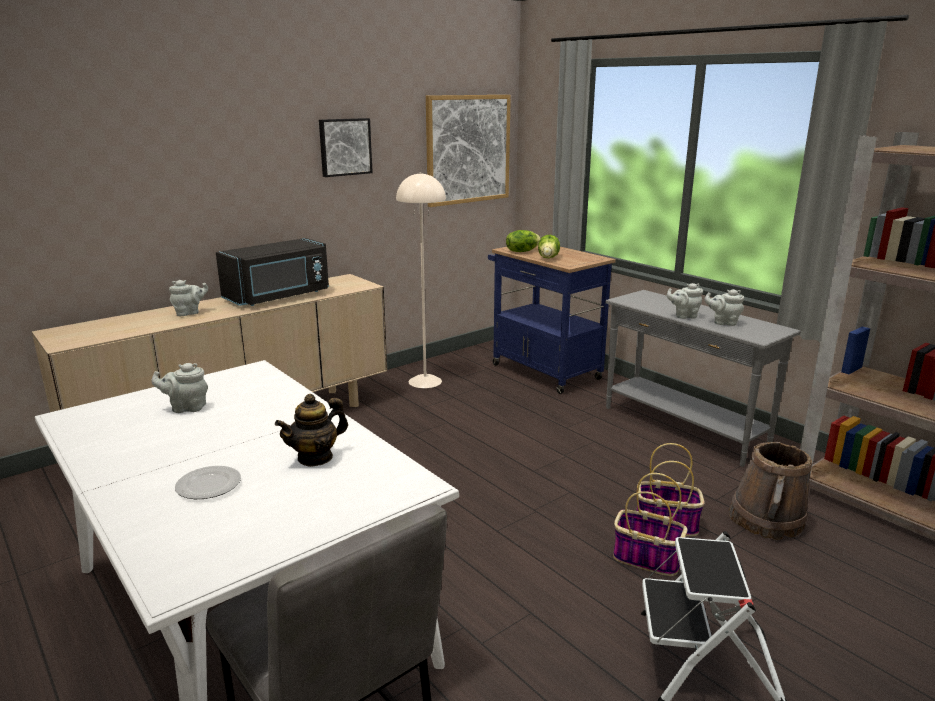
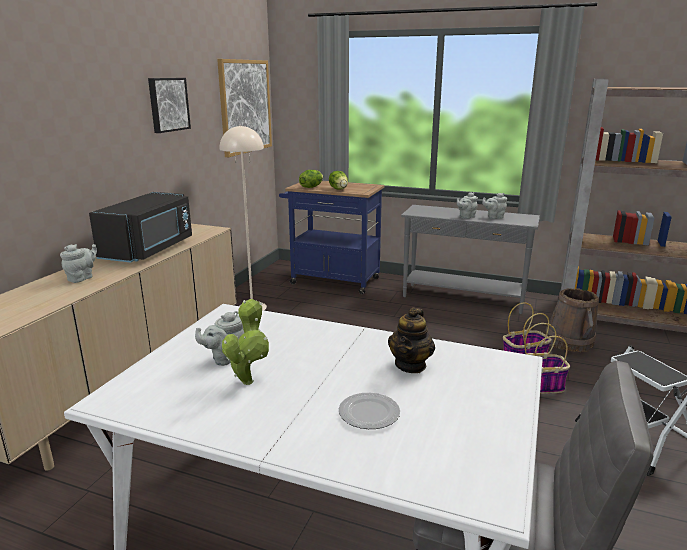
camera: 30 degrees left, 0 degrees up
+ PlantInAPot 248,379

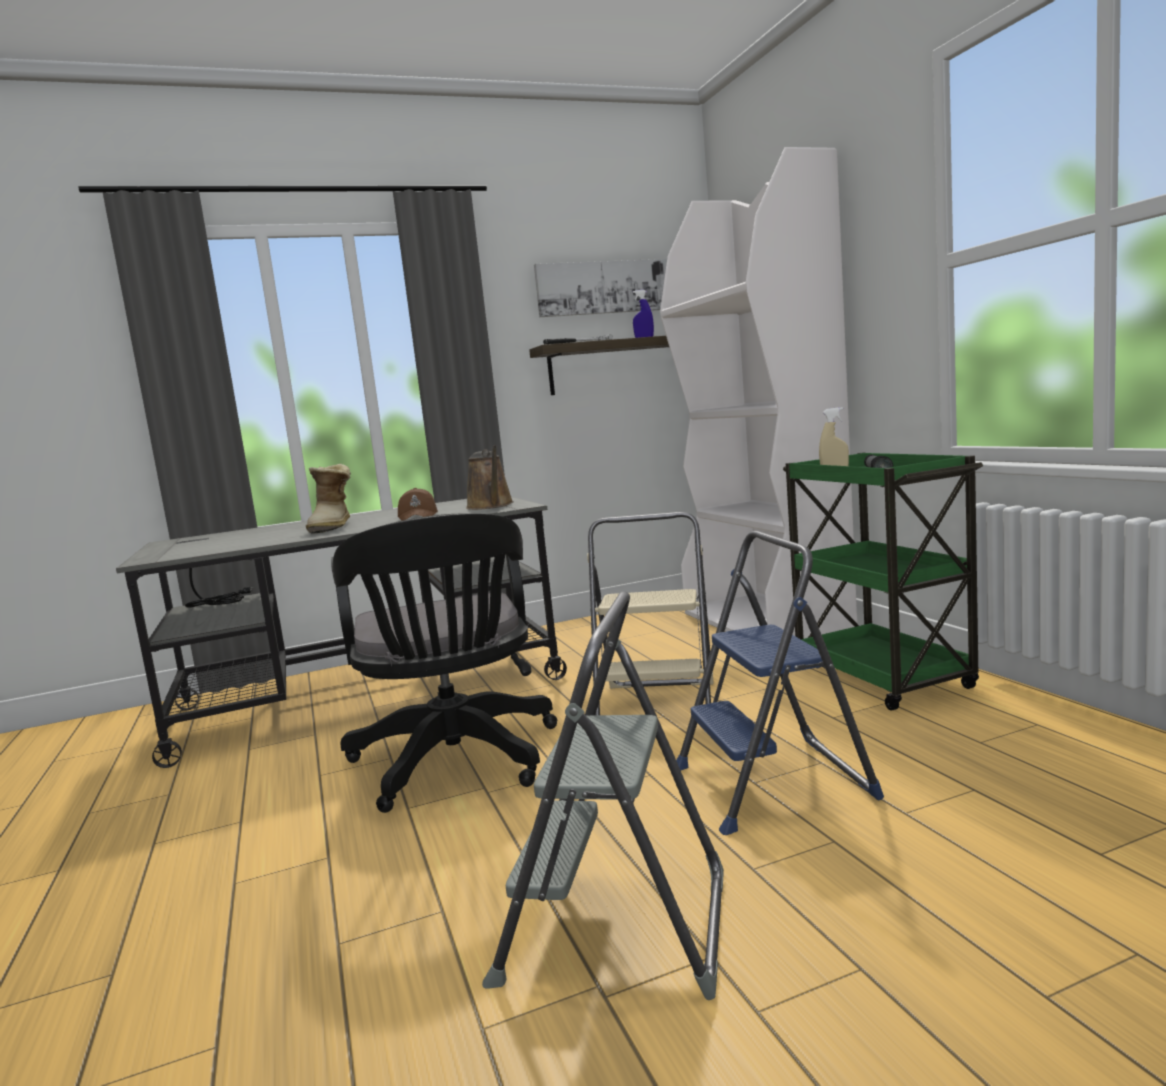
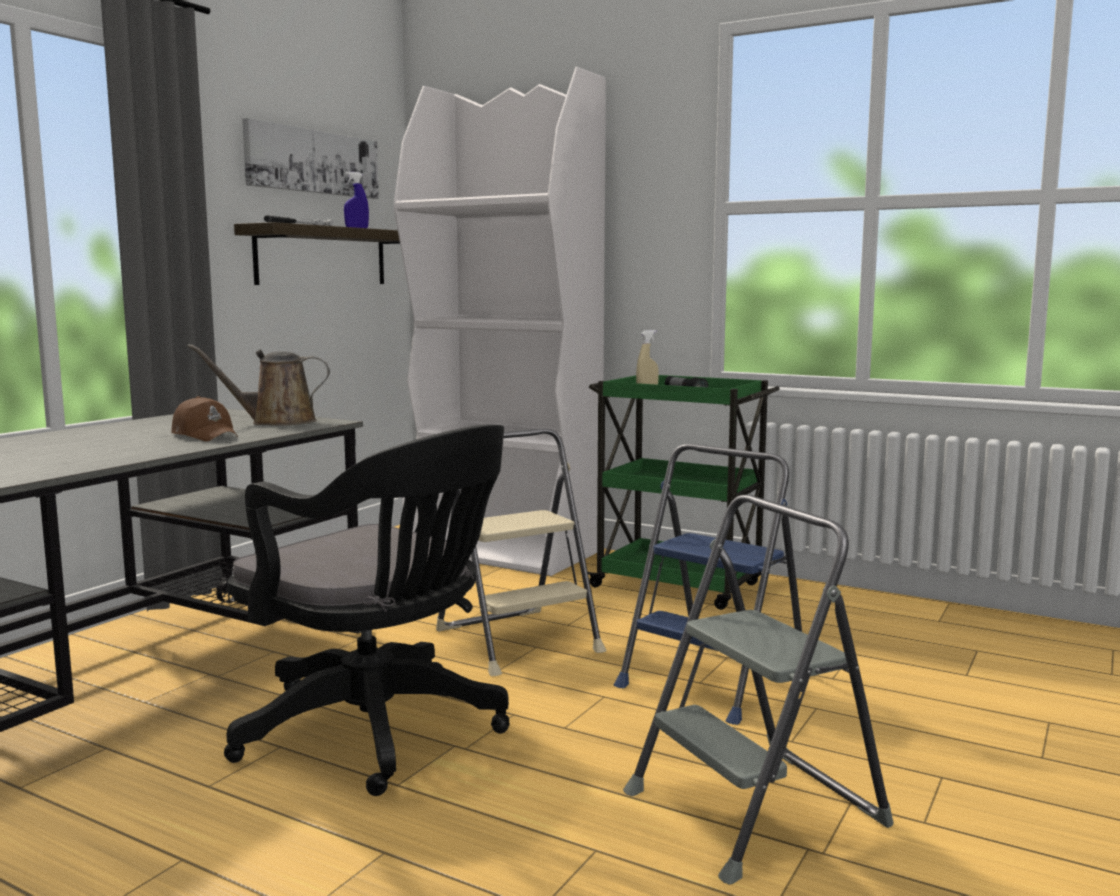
camera: 40 degrees left, 0 degrees up
~ BrownSprinklingCan 491,506 = 276,422 135 degrees clockwise
- TallBoot 334,527

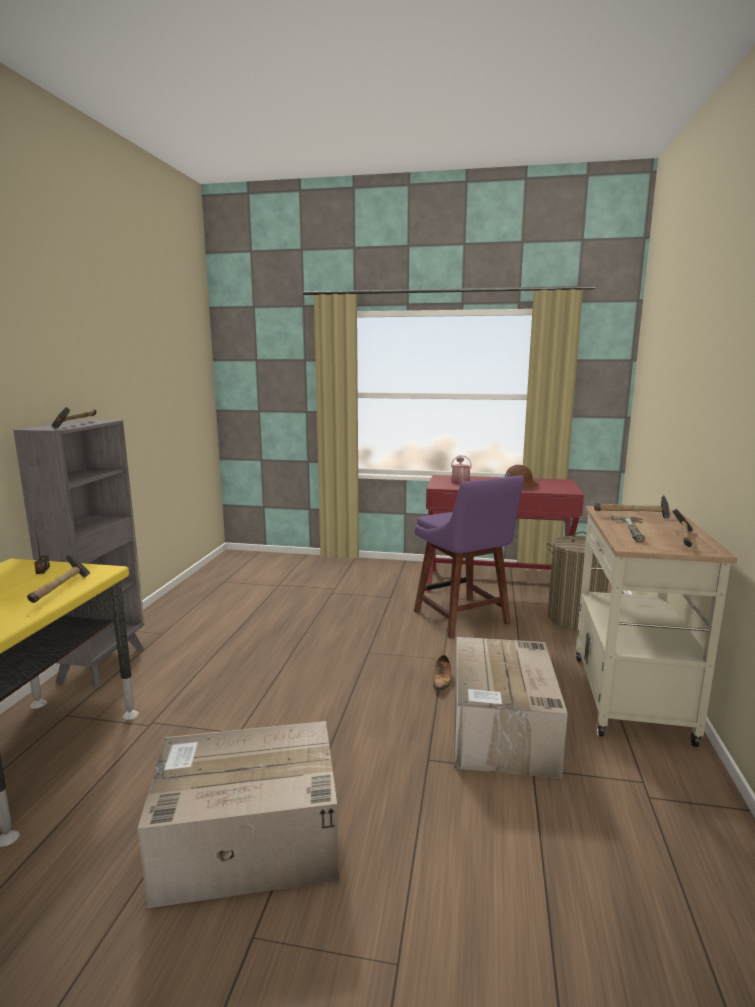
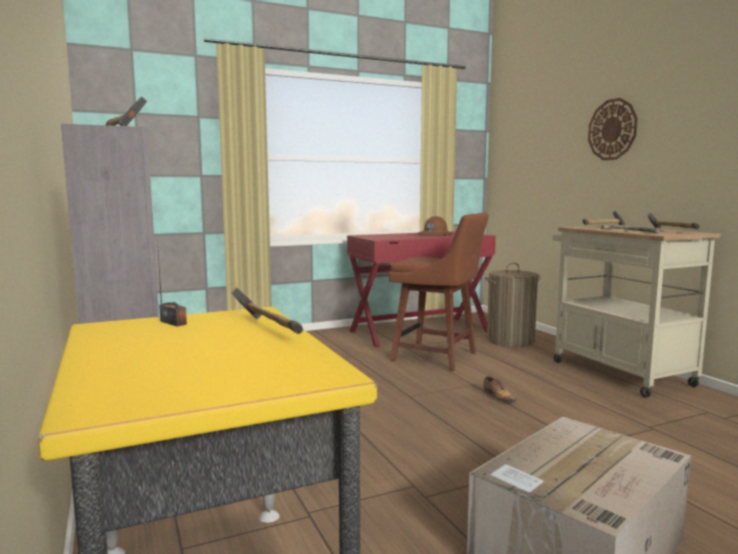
camera: 35 degrees left, 5 degrees down
~ PurplishStoolSeat 463,619 to BrownStoolSeat 438,357
+ ClockOnTheWall 612,129
- SprinklingCan 460,482
- PackingBox 502,729

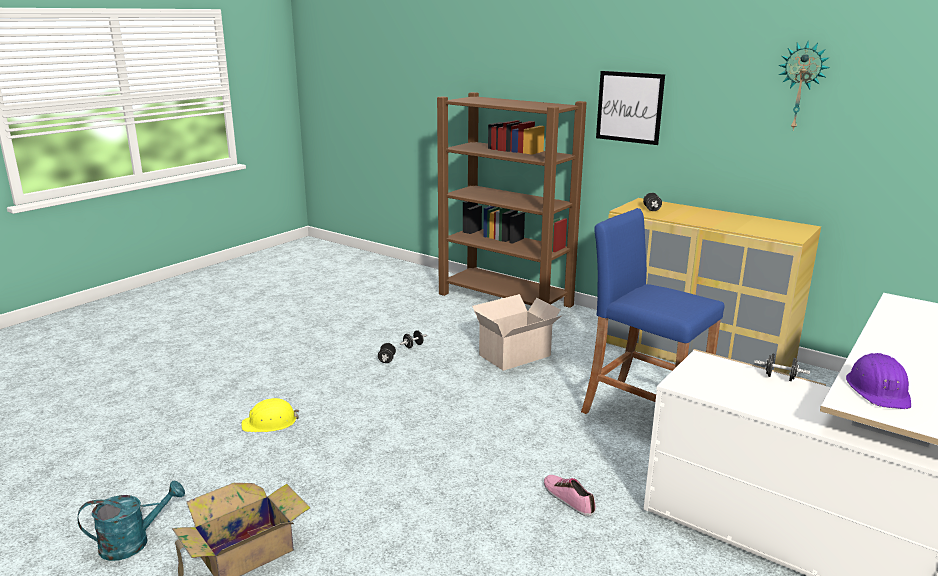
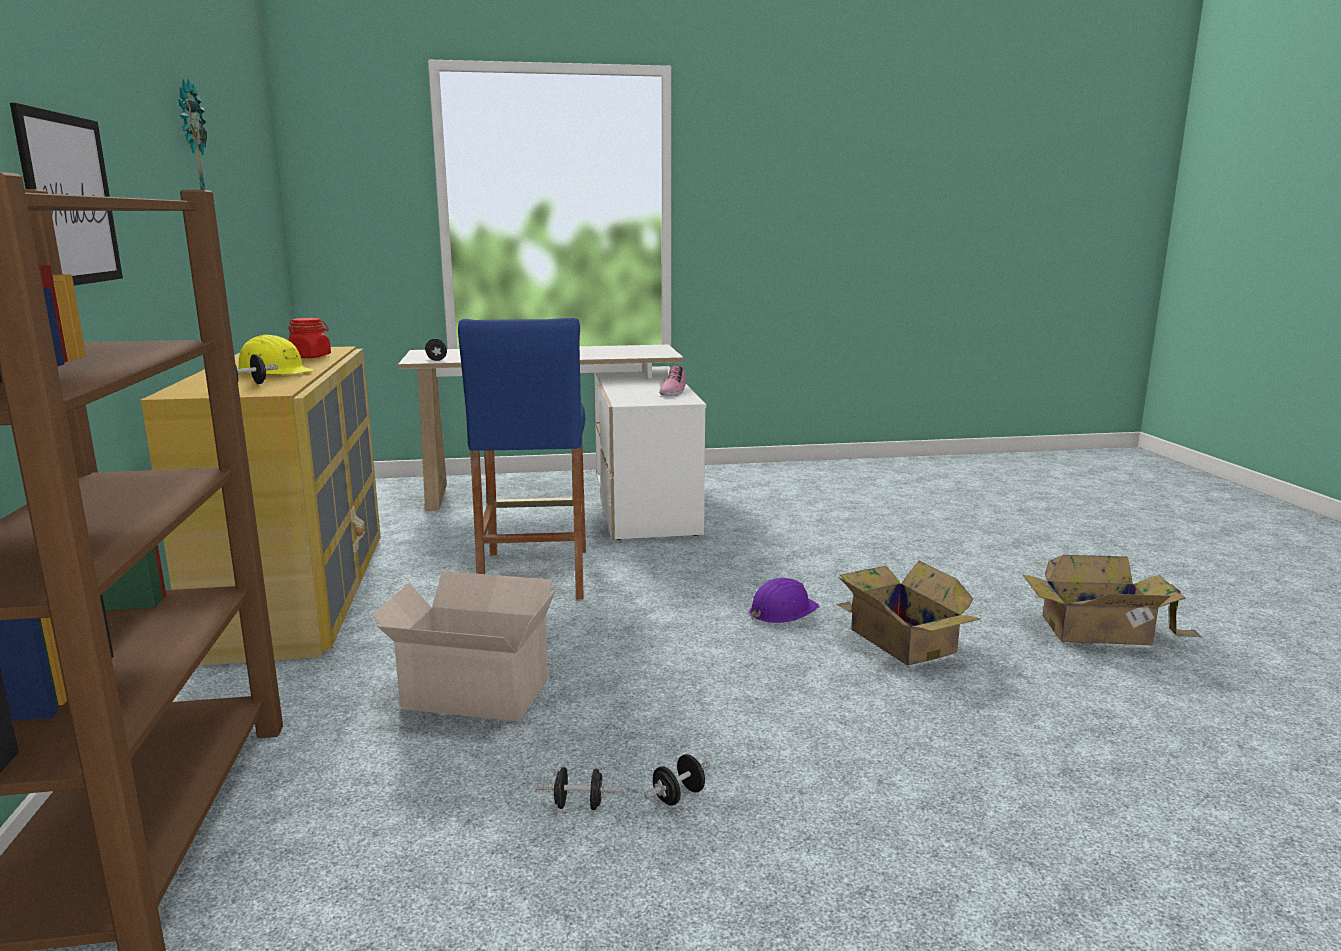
camera: 135 degrees left, 5 degrees down
~ YellowishSafetyHelmet 270,423 to 274,372
+ ReddishJar 311,356
~ BlackColouredDumbbell 779,378 to 436,359
~ LowShoe 568,498 to 673,391
~ PurplishSafetyHelmet 878,390 to 782,611
+ PackingBox 900,639
- TurquoiseColouredSprinklingCan 133,542

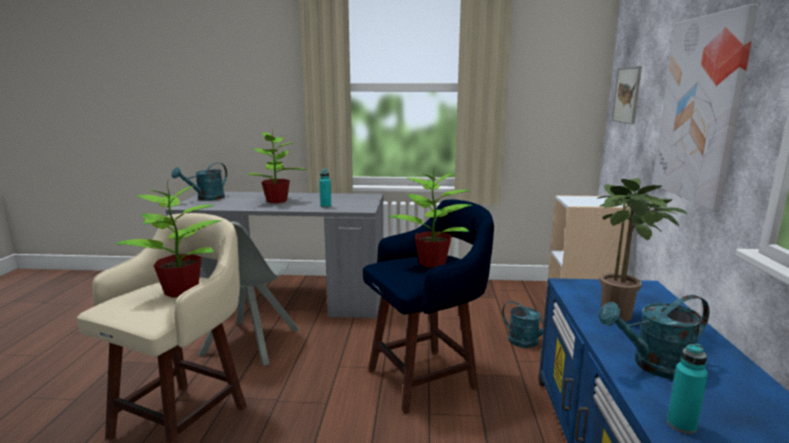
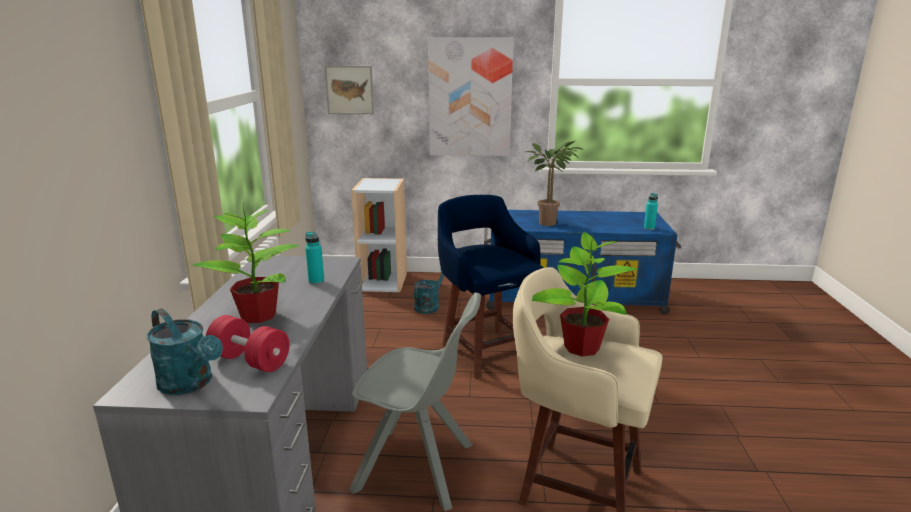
camera: 90 degrees left, 5 degrees up
+ ReddishDumbbell 250,361
- PlantInAPot 433,262
- TurquoiseColouredSprinklingCan 654,366

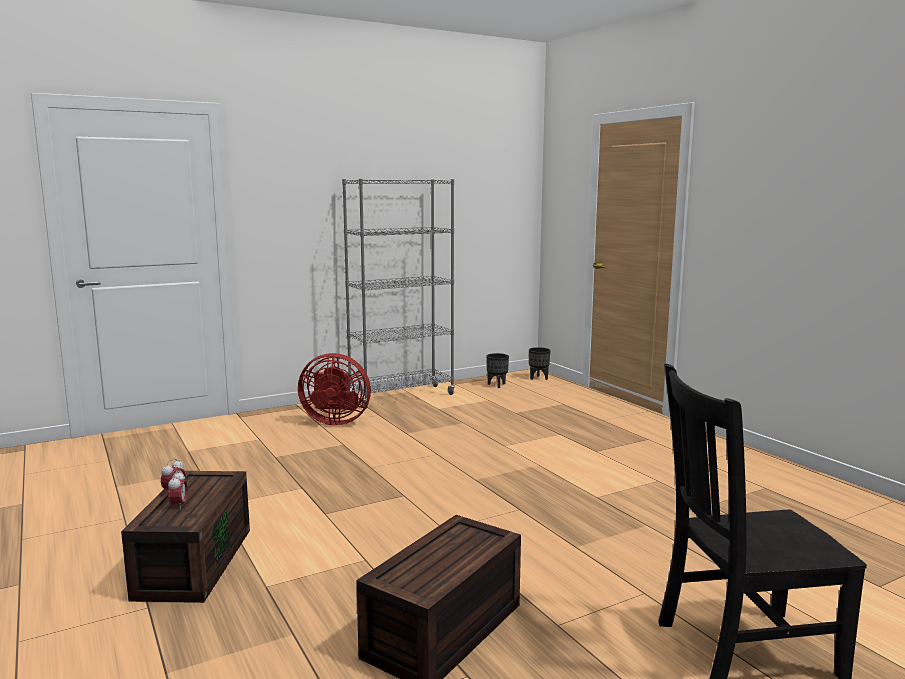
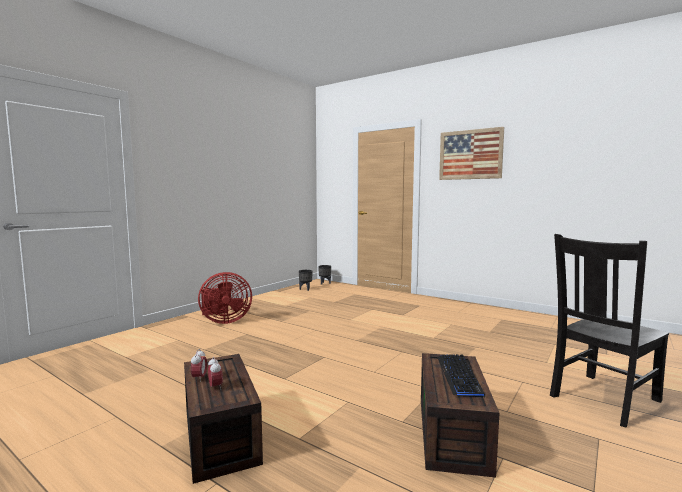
camera: 25 degrees left, 5 degrees down
+ ComputerKeyboard 459,375
+ Picture 470,154
- GrayBookshelf 401,397

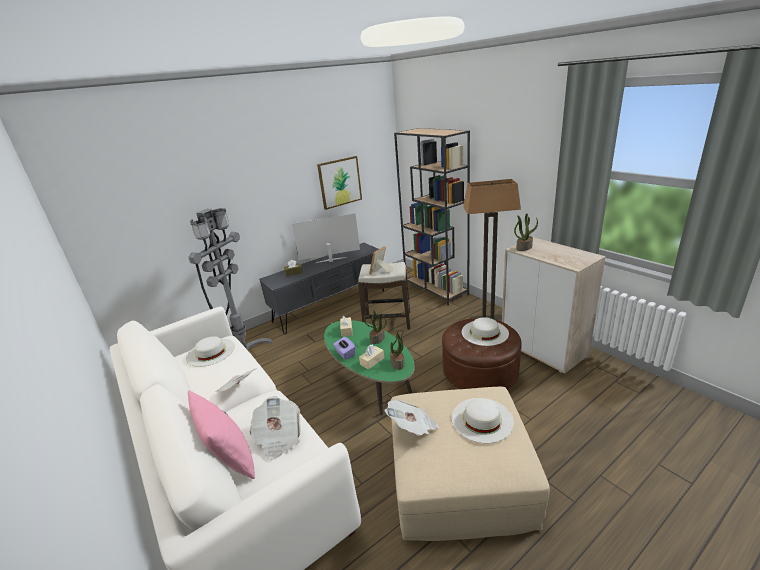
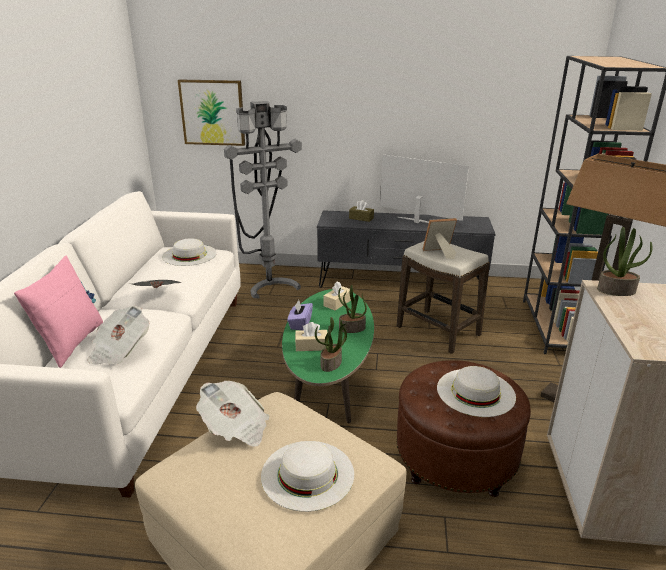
camera: 40 degrees right, 0 degrees up
~ Picture 339,182 to 212,112

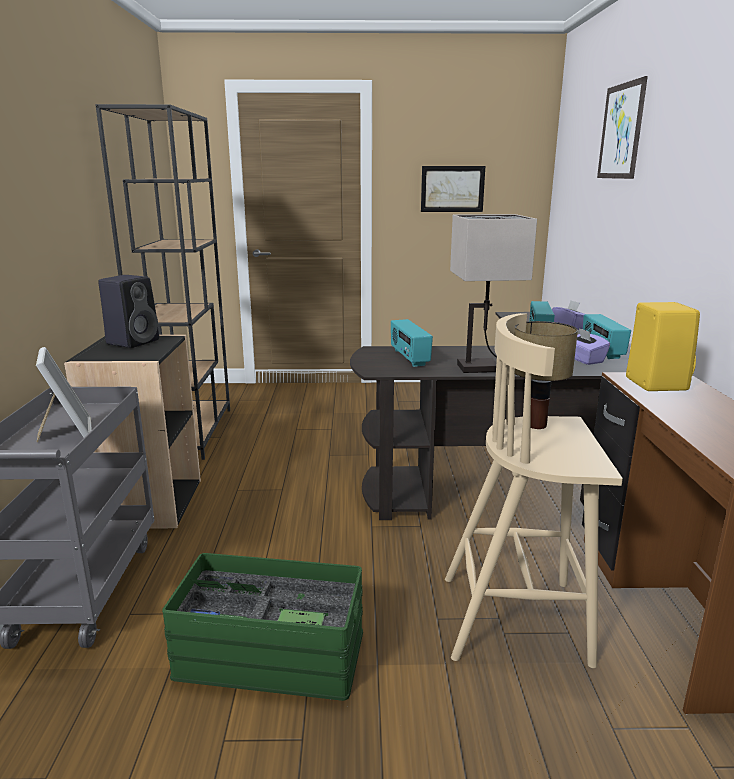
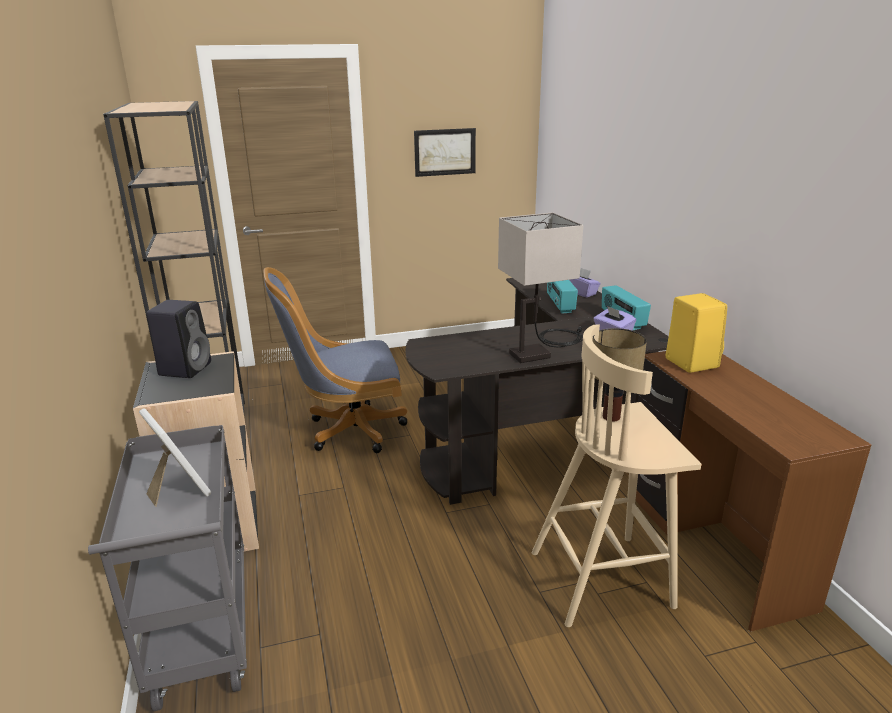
camera: 15 degrees left, 5 degrees up
+ BluishOfficeChair 347,432
- GreenStorageContainer 270,654
- Radio 409,358
- Picture 621,131

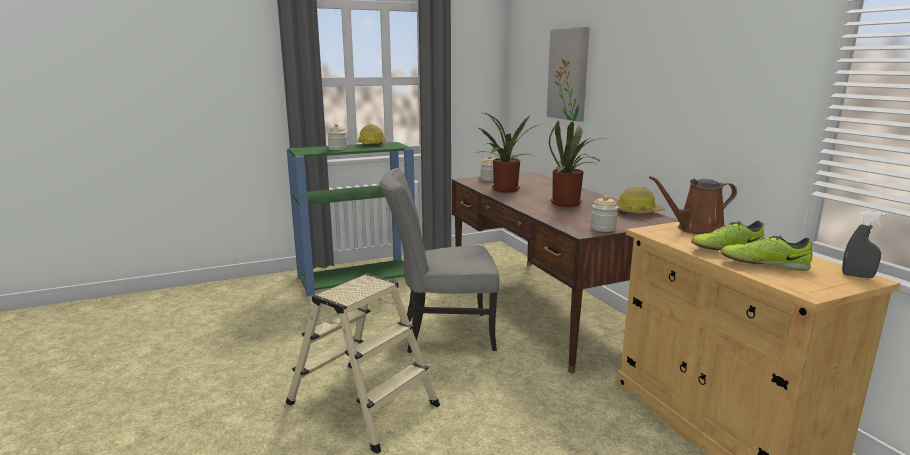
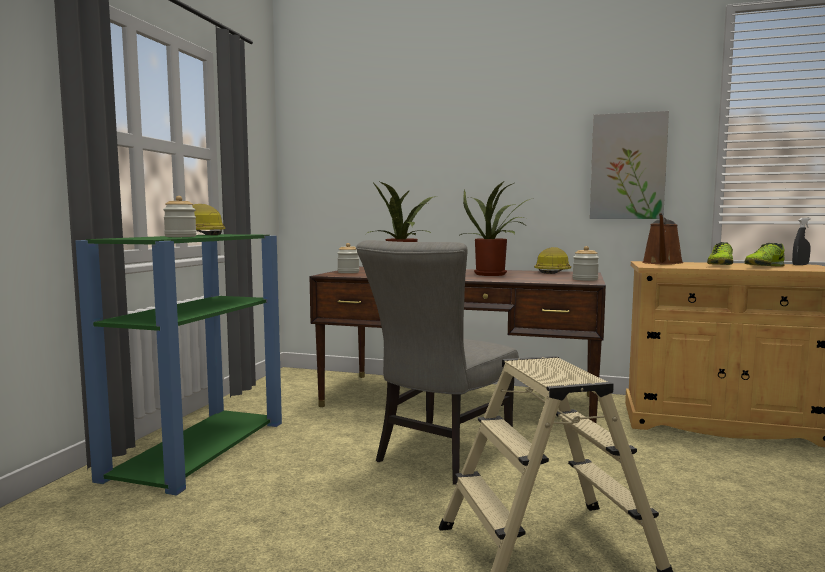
camera: 50 degrees left, 10 degrees down
~ Picture 568,74 to 627,166

